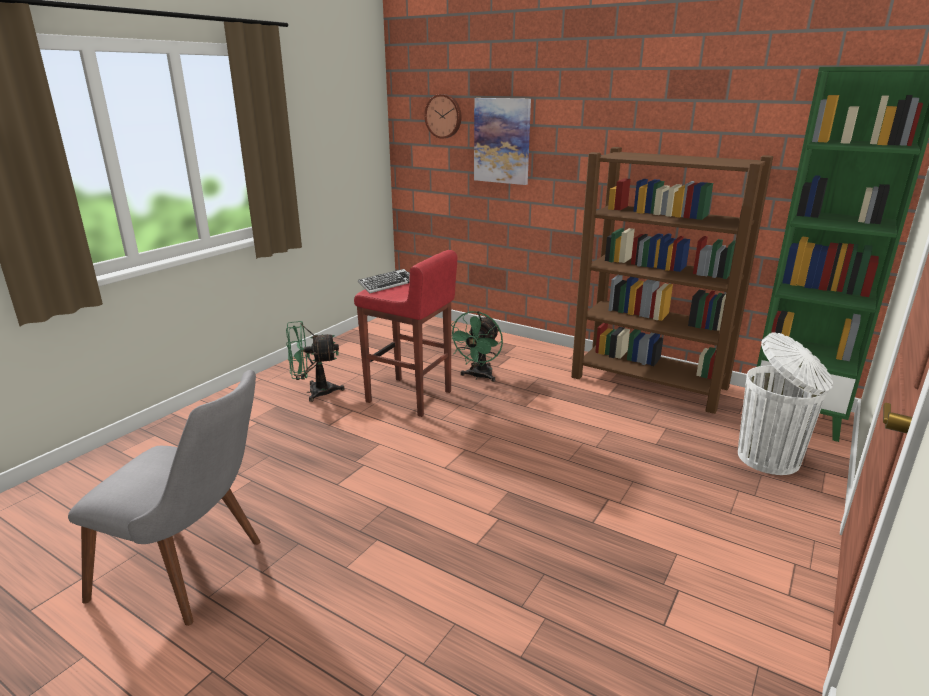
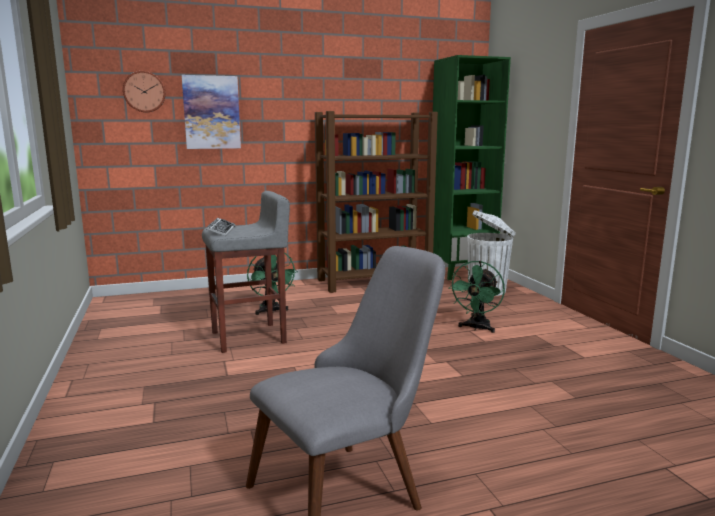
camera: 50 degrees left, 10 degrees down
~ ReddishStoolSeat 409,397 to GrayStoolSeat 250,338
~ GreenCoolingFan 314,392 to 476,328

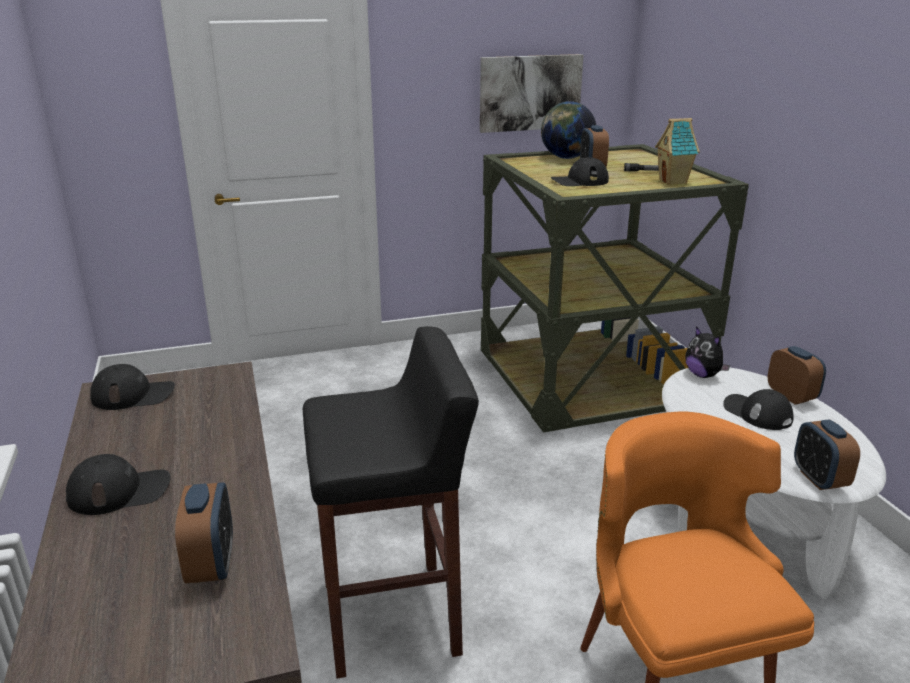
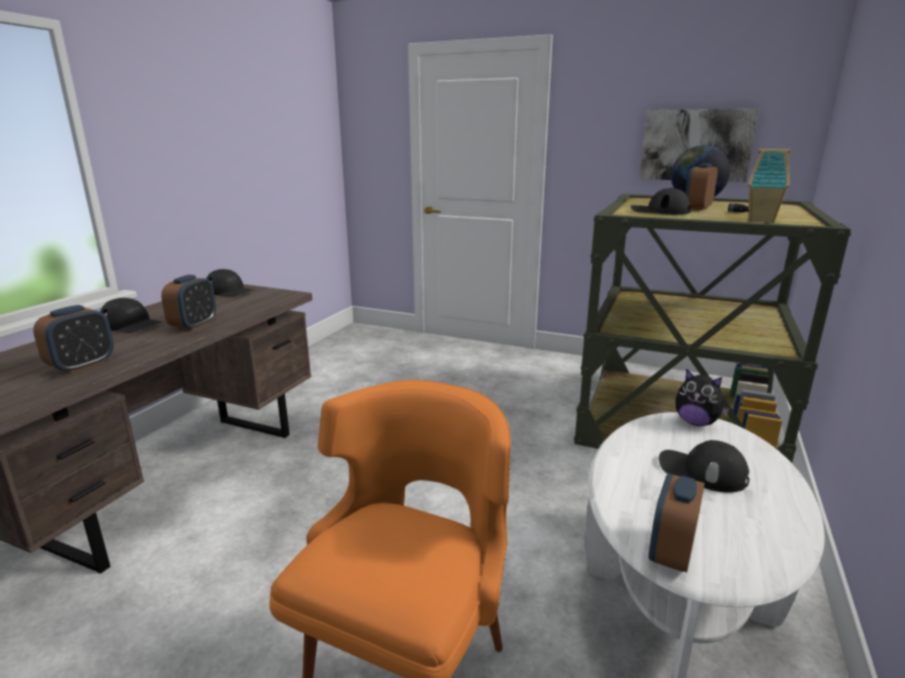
camera: 40 degrees right, 5 degrees down
~ AlarmClock 791,396 to 194,325
~ BlackColouredBaseballCap 757,413 = 701,471 60 degrees counterclockwise
~ SoftToy 703,375 = 696,422 60 degrees counterclockwise
- BlackColouredStoolSeat 393,617

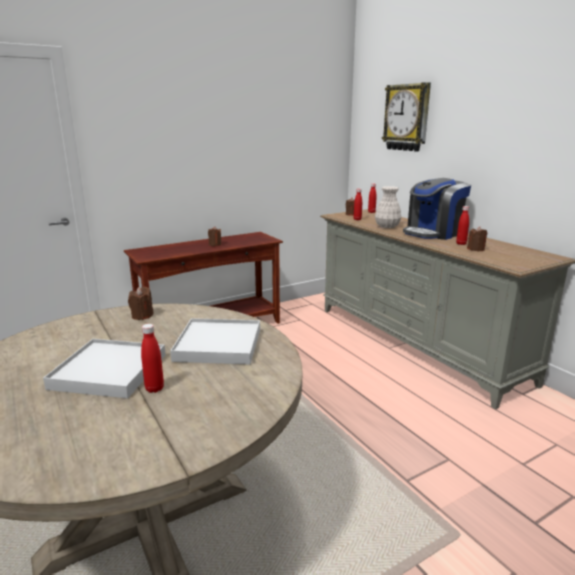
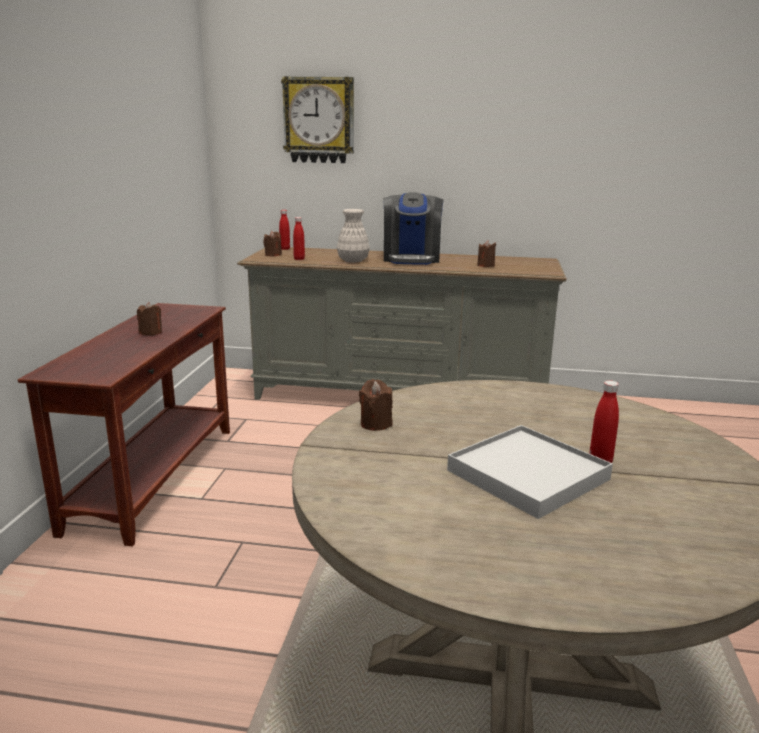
camera: 50 degrees left, 0 degrees up
- WhitishTray 218,344
- ReddishBottle 461,243

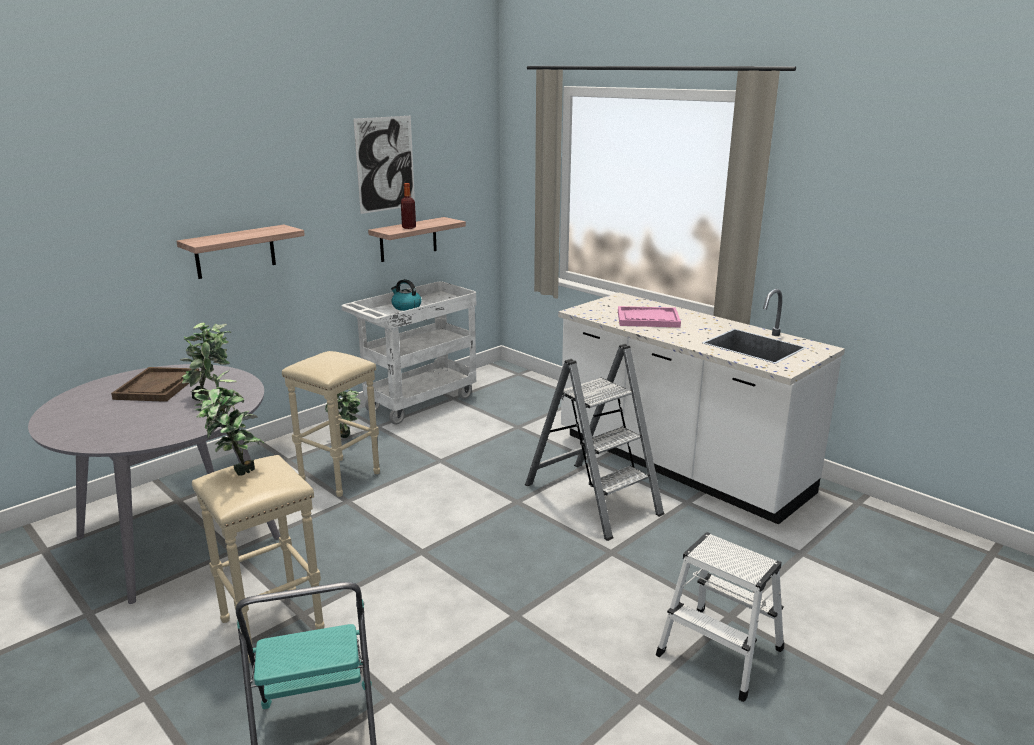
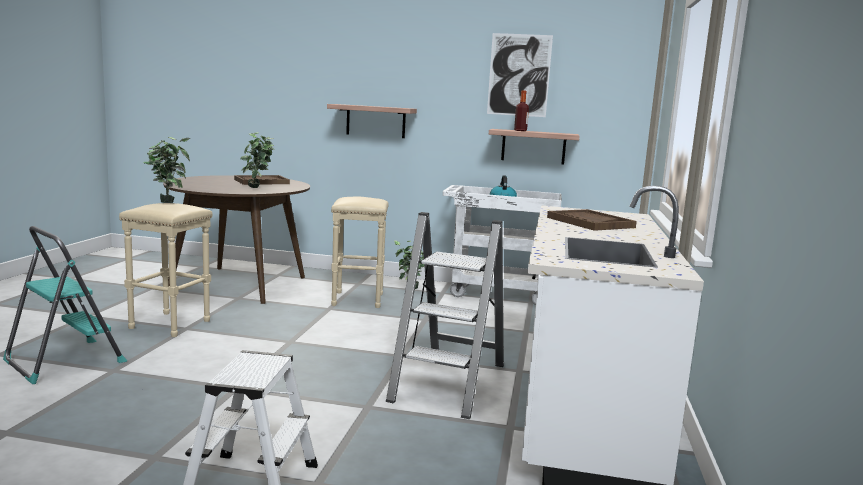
camera: 55 degrees right, 10 degrees down
~ GrayDiningTable 178,538 to BrownDiningTable 239,284
~ PinkishTray 647,319 to BrownTray 590,222

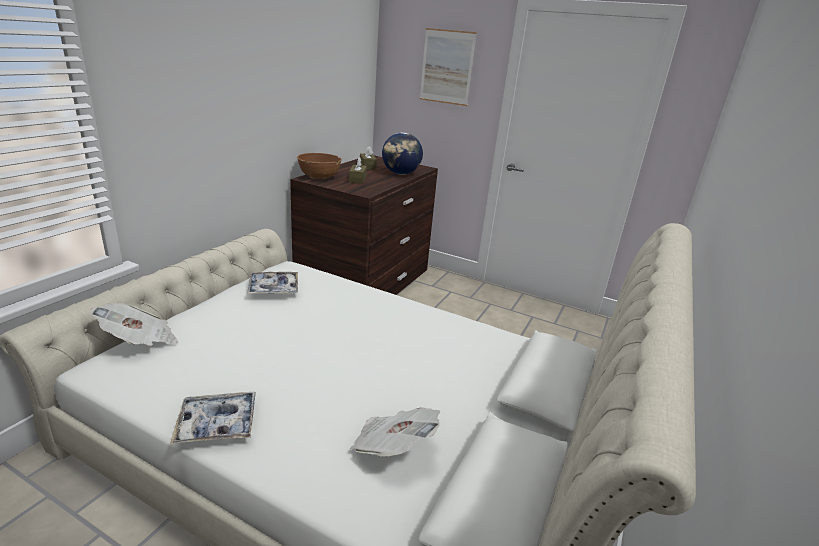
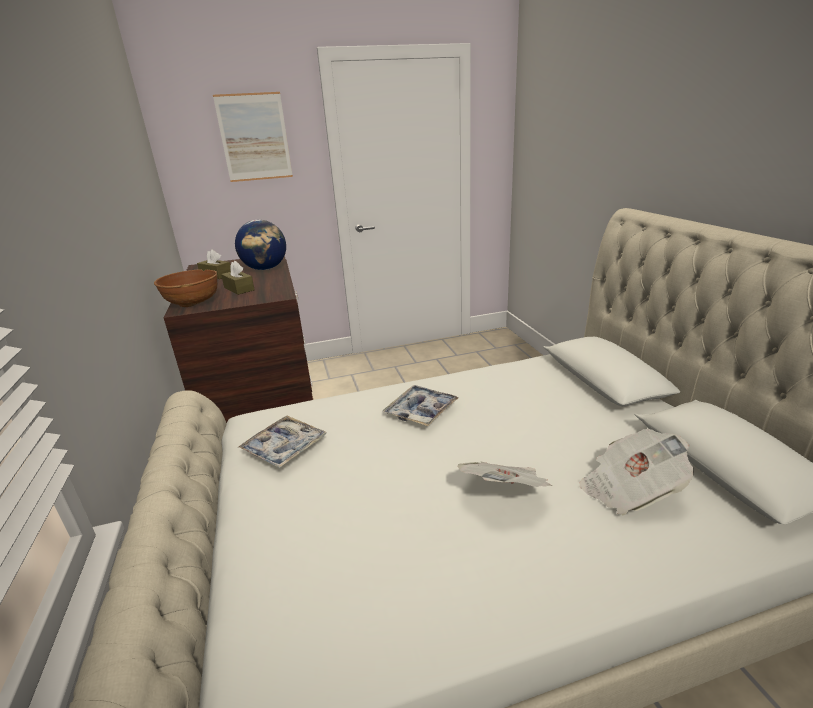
camera: 40 degrees left, 0 degrees up
~ Tray 217,424 to 421,411
~ DailyPaper 140,341 to 505,492

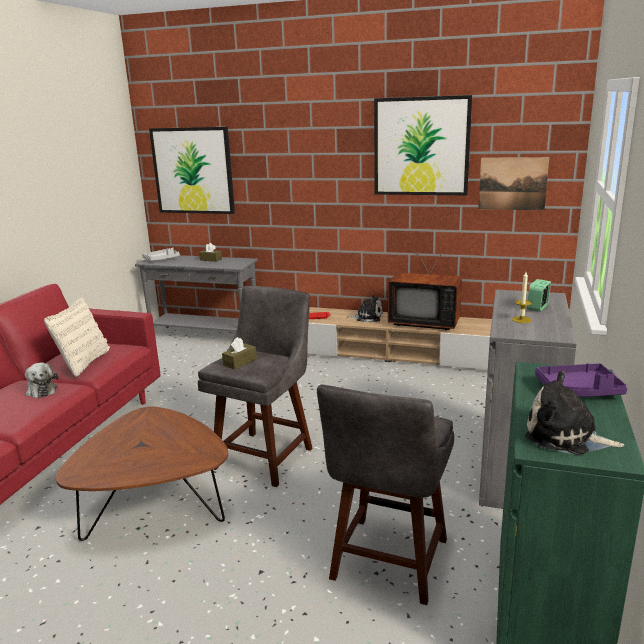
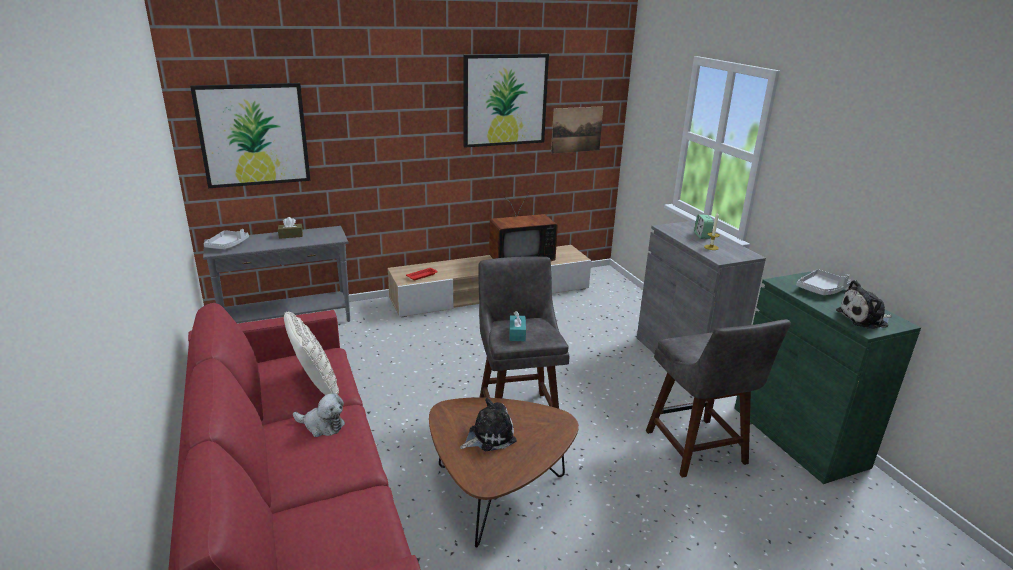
camera: 40 degrees left, 5 degrees up
~ SoftToy 367,317 to 489,436
~ BrownTissueHolder 240,362 to TurquoiseColouredTissueHolder 517,333
~ PurplishTray 578,390 to GrayTray 821,289

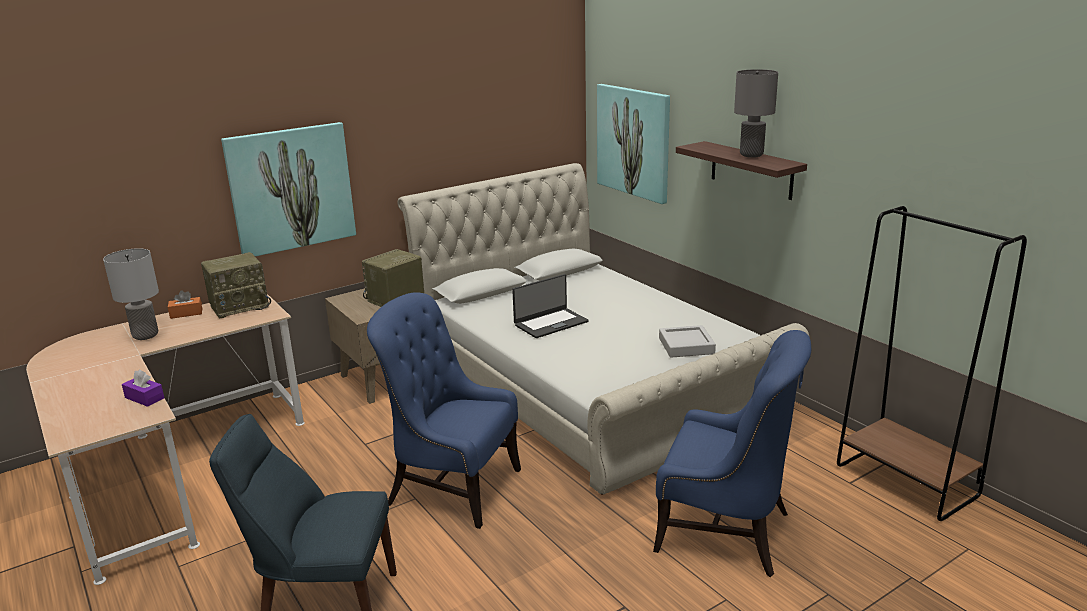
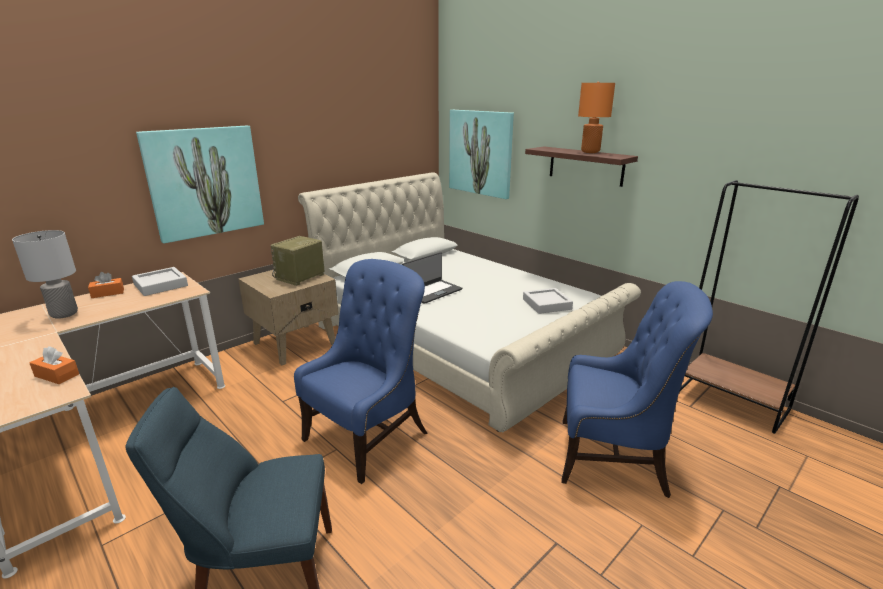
camera: 10 degrees left, 0 degrees up
~ PurplishTissueHolder 144,398 to OrangeyTissueHolder 57,375
~ Radio 240,306 to GrayTray 161,285
~ BluishUprightChair 452,487 = 368,435 120 degrees clockwise
~ GrayTabletopLamp 751,156 to OrangeyTabletopLamp 590,152

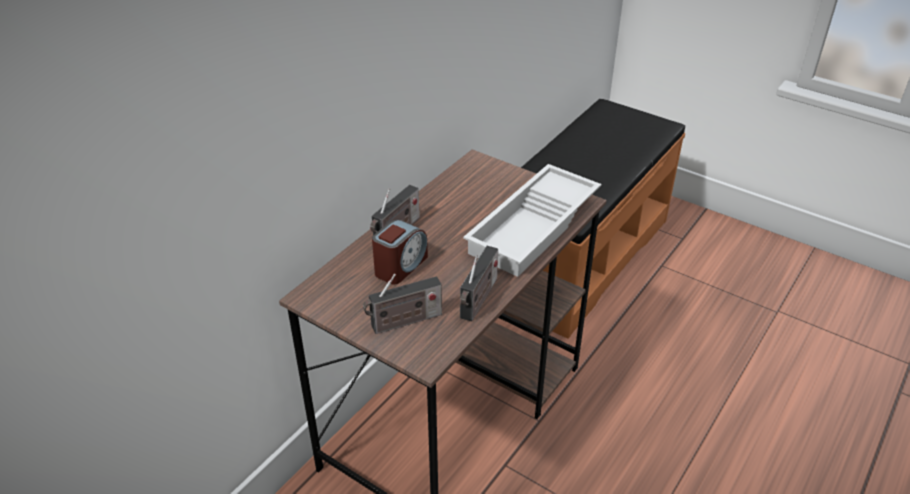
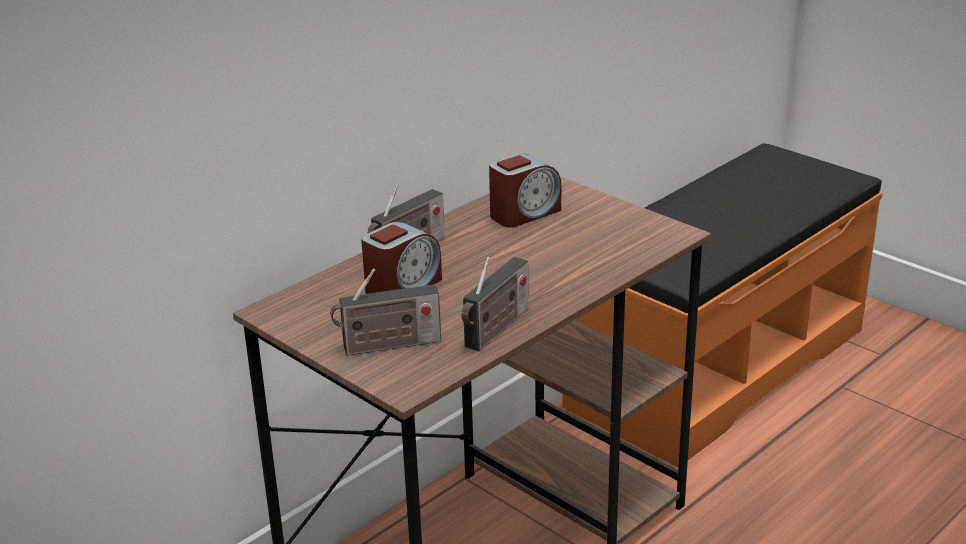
camera: 10 degrees right, 10 degrees down
+ AlarmClock 524,213
- WhitishTray 535,228

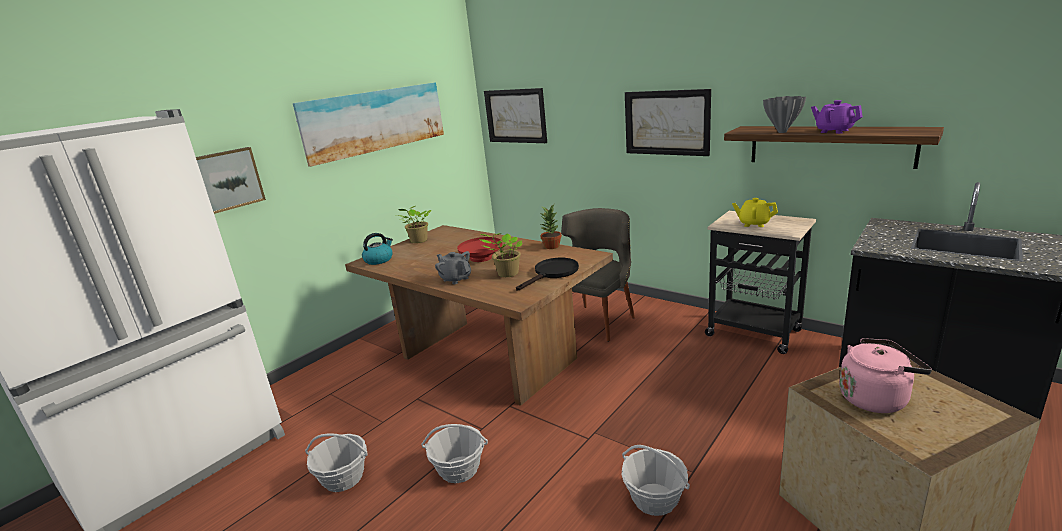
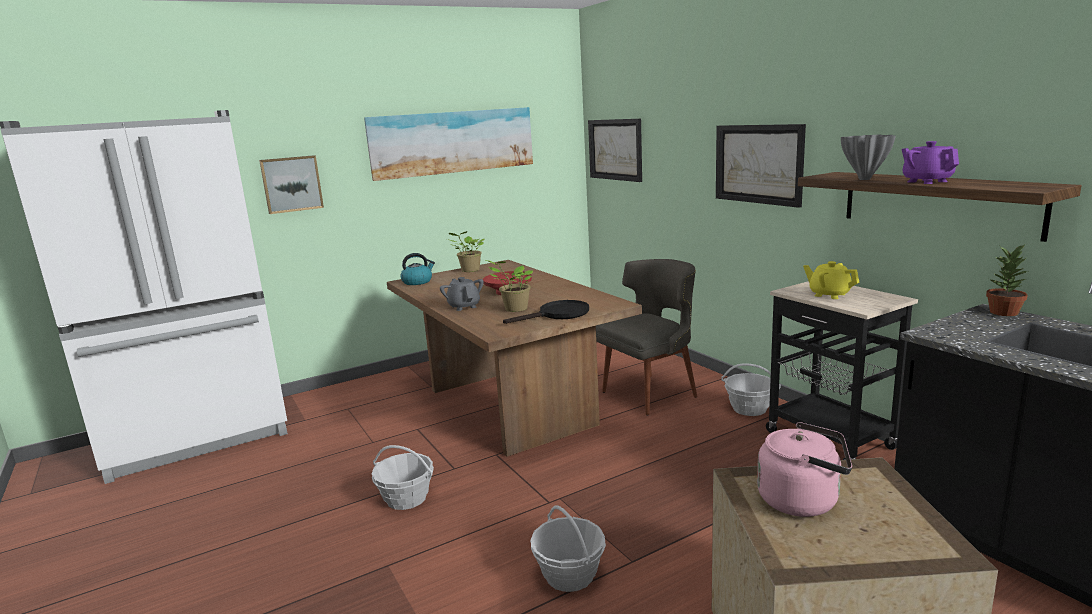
camera: 20 degrees right, 5 degrees down
~ HouseholdBasket 343,478 to 749,409
~ PlantInAPot 552,246 to 1004,312

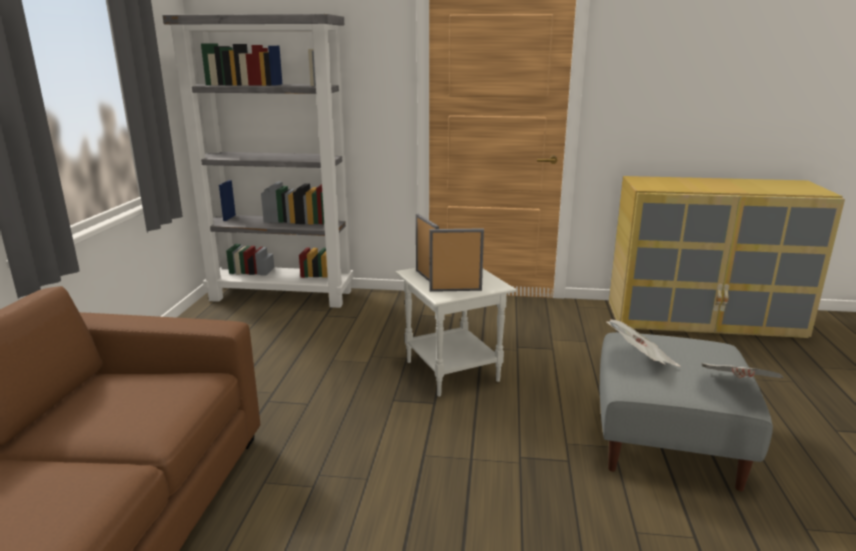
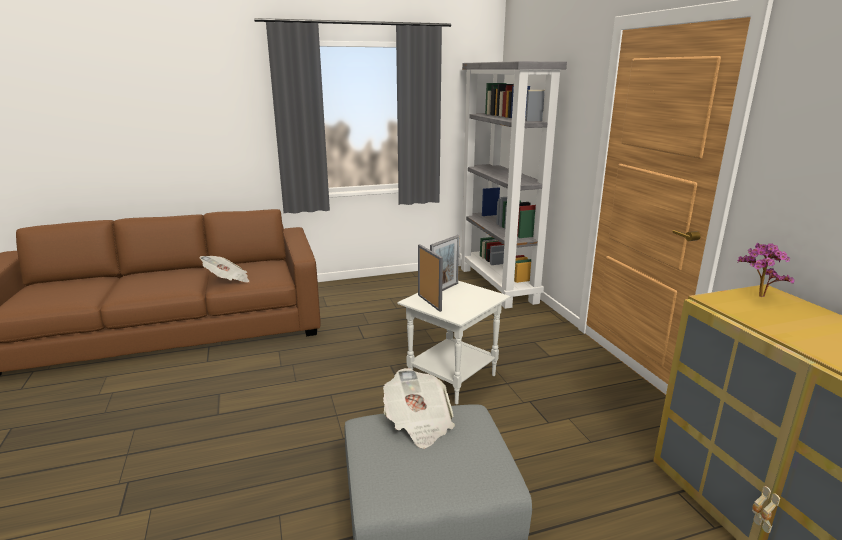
camera: 65 degrees right, 0 degrees up
~ DailyPaper 736,389 to 227,280
+ PlantInAPot 757,297

